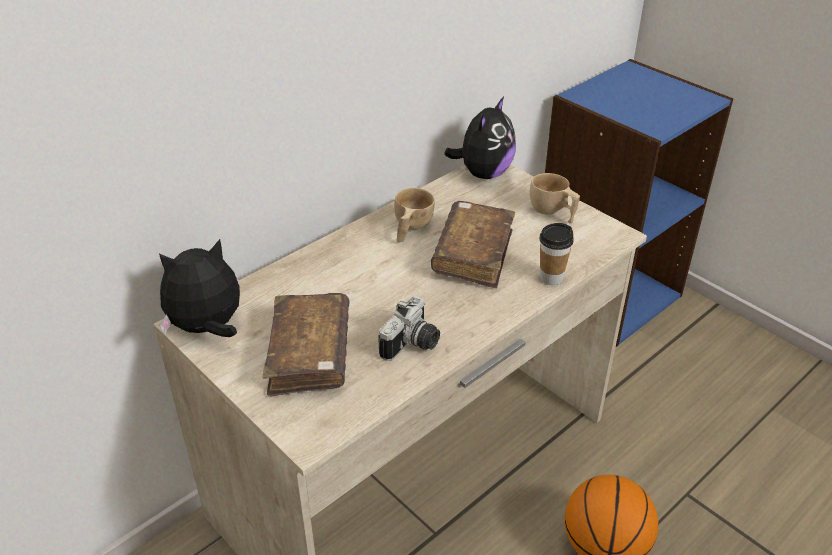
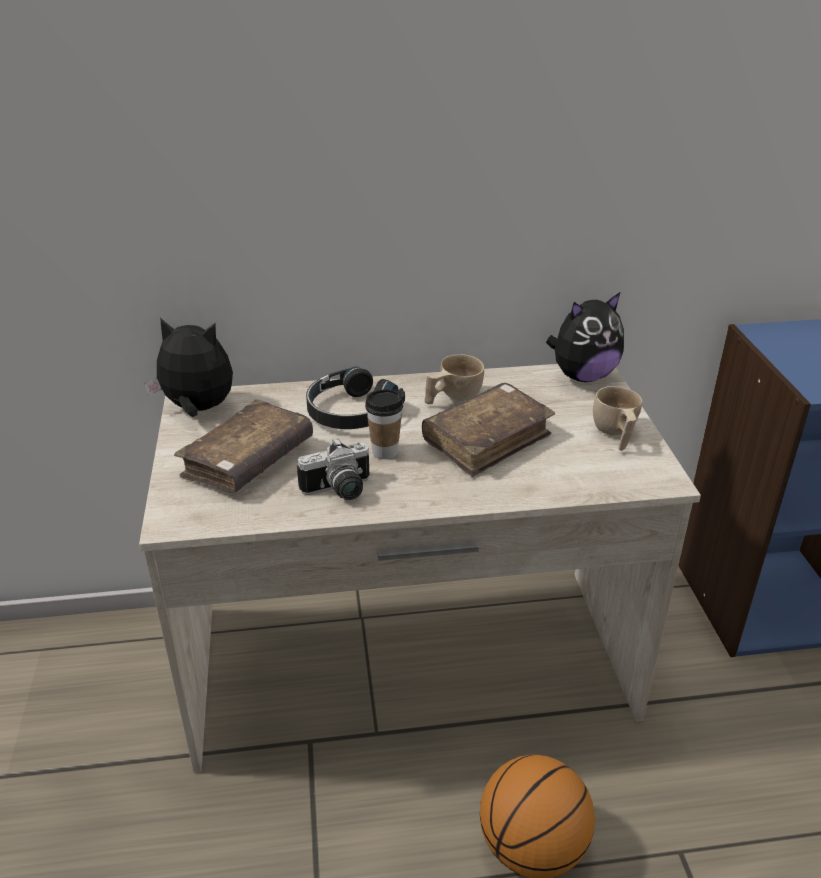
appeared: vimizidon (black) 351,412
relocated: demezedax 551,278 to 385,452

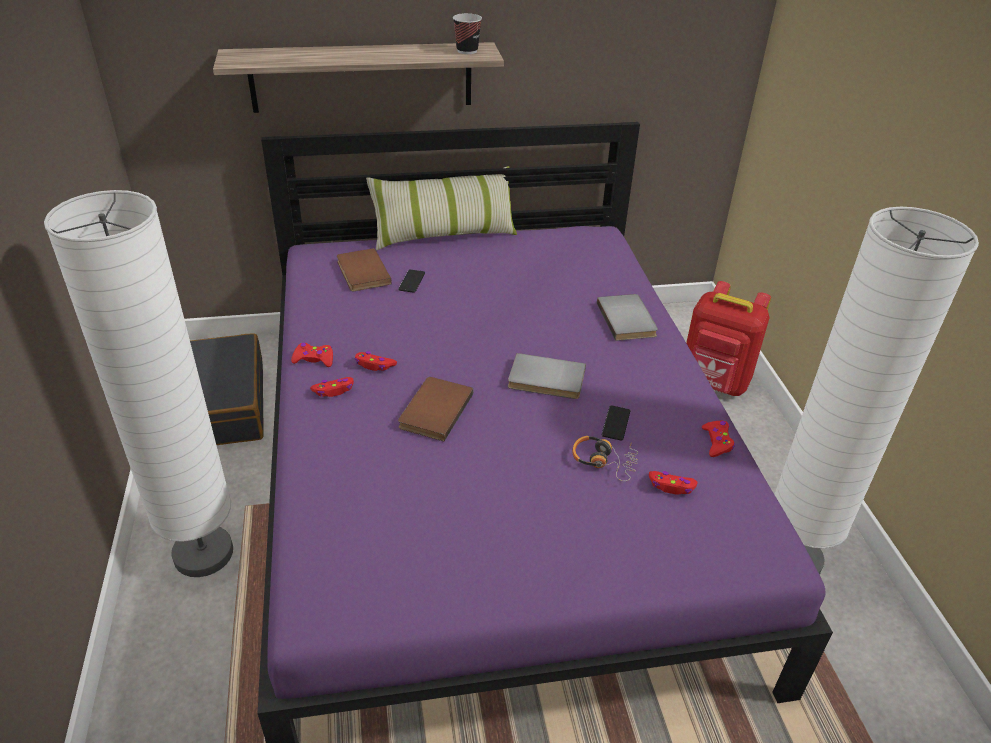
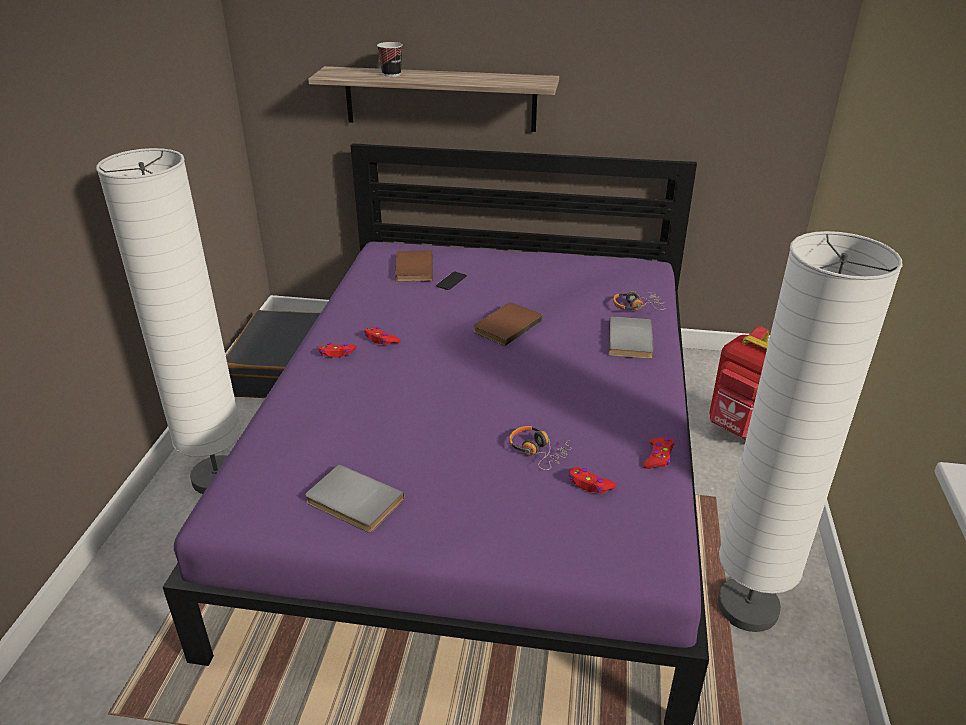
missing: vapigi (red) 314,359; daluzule 444,235; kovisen 616,423
appeared: vimizidon 637,306
relocated: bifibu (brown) 433,410 to 505,325; demezedax 467,51 to 391,74; bifibu (grey) 546,380 to 352,502

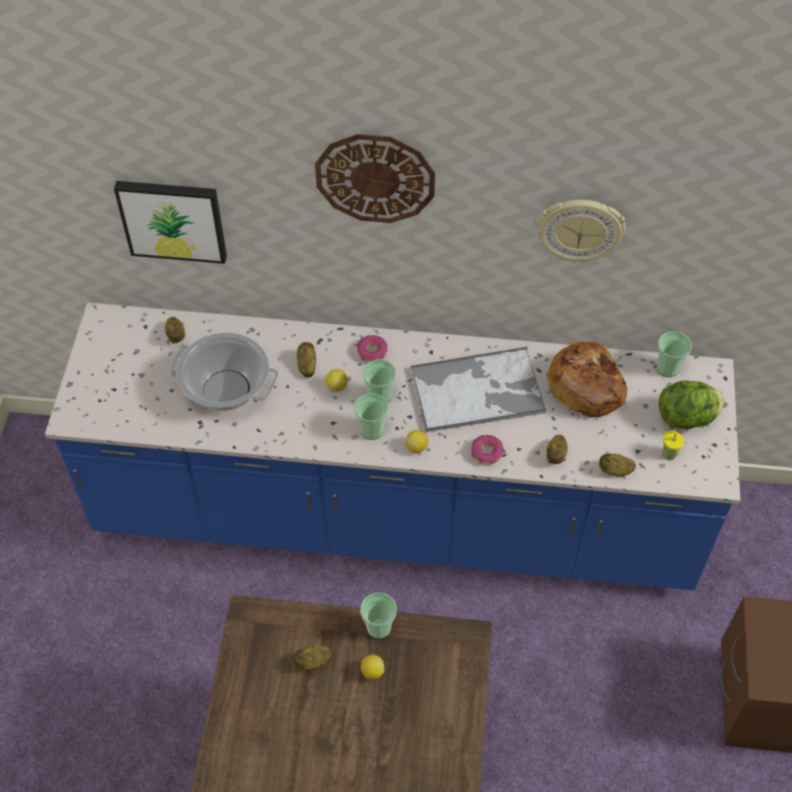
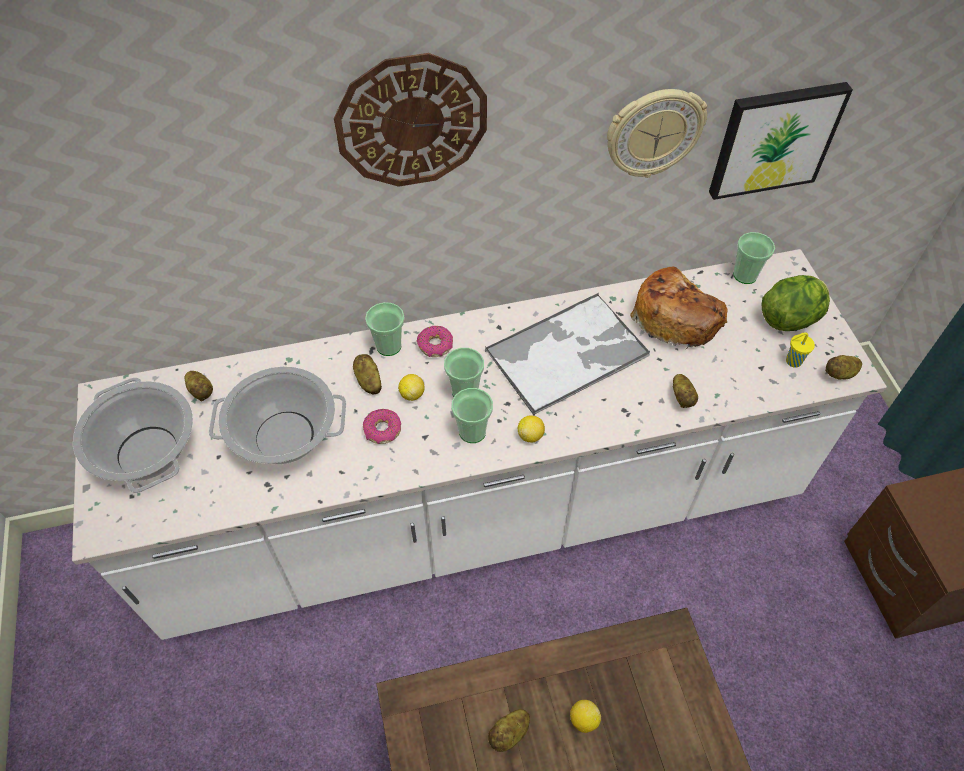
appeared: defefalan 147,452
relocated: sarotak 173,219 to 774,139; demezedax 379,627 to 389,346; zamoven 486,453 to 382,430; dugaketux 615,470 to 840,374
colour: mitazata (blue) 396,516 to mitazata (white) 482,513

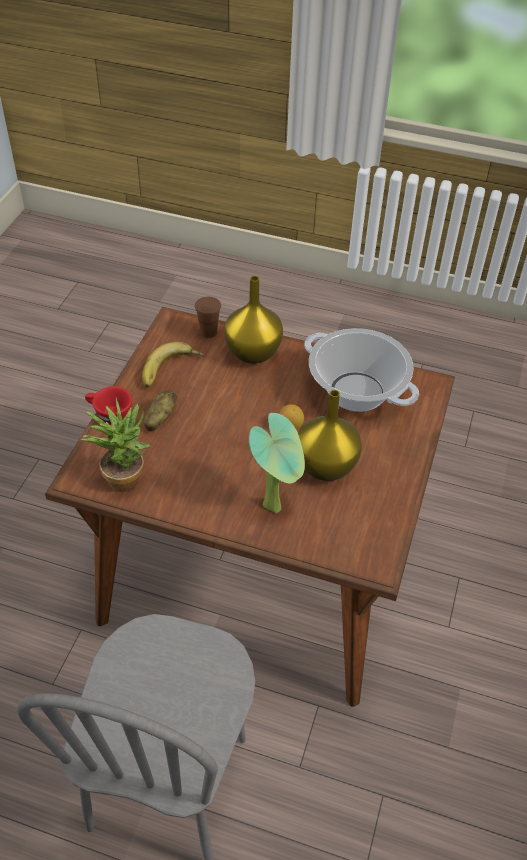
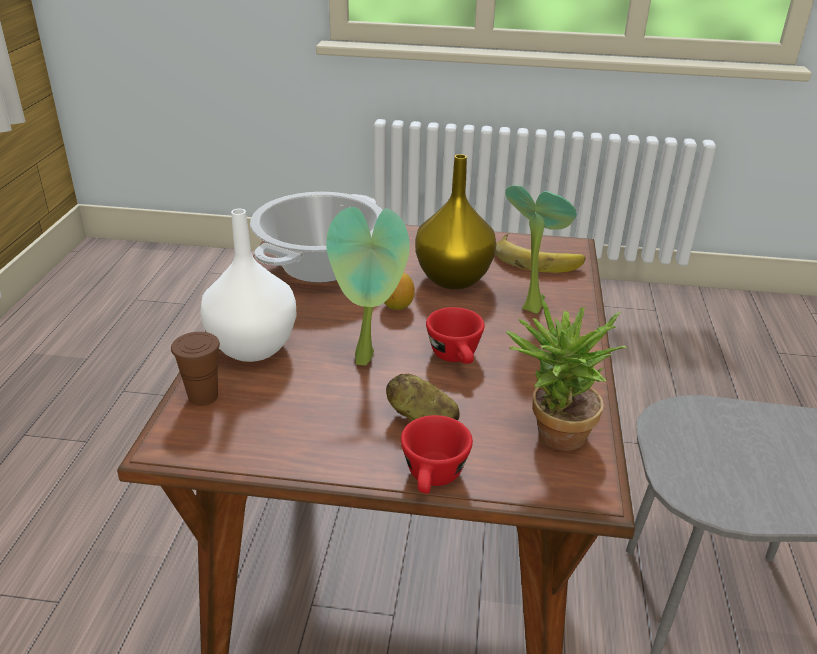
appeared: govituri 368,360; demezedax (red) 457,357
relocated: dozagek 171,370 to 537,258
colour: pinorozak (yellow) 254,353 to pinorozak (white) 252,346

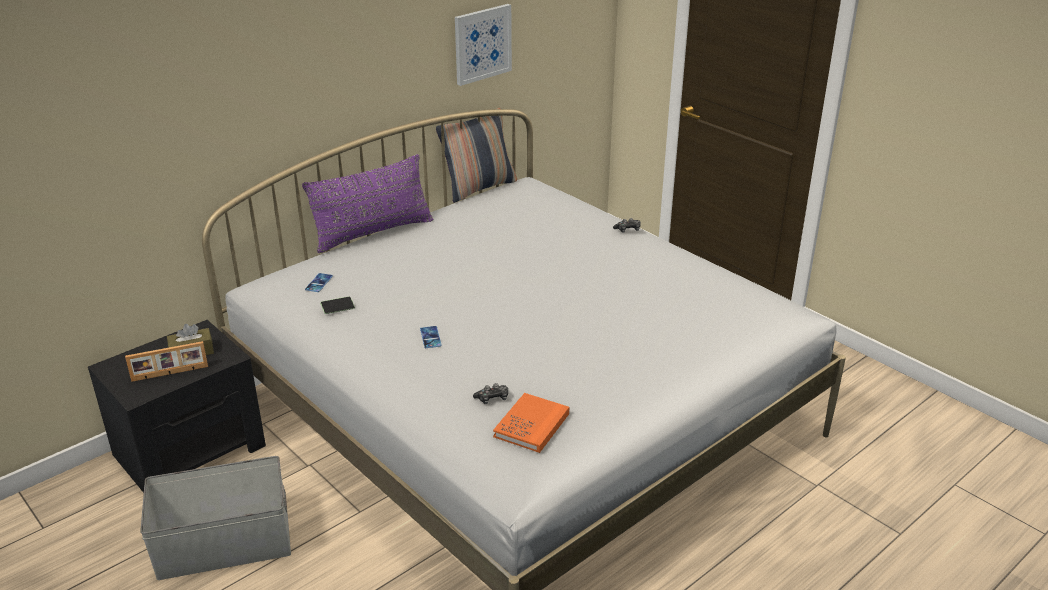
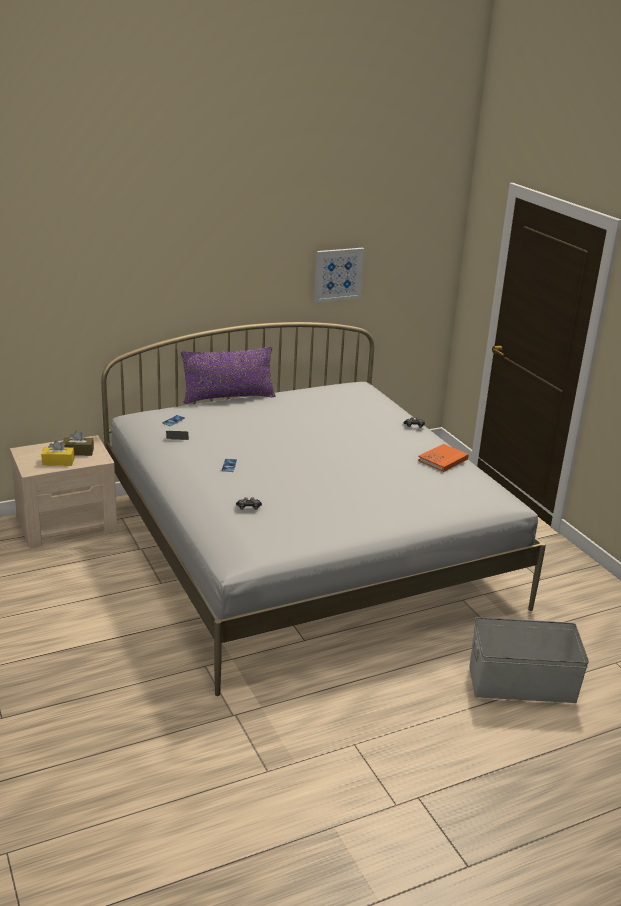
missing: daluzule 479,188
relocated: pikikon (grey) 223,545 to 521,683; bifibu (orange) 531,425 to 443,460
exchanged: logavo 170,374 to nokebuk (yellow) 58,462
colour: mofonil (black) 191,450 to mofonil (beige) 67,524

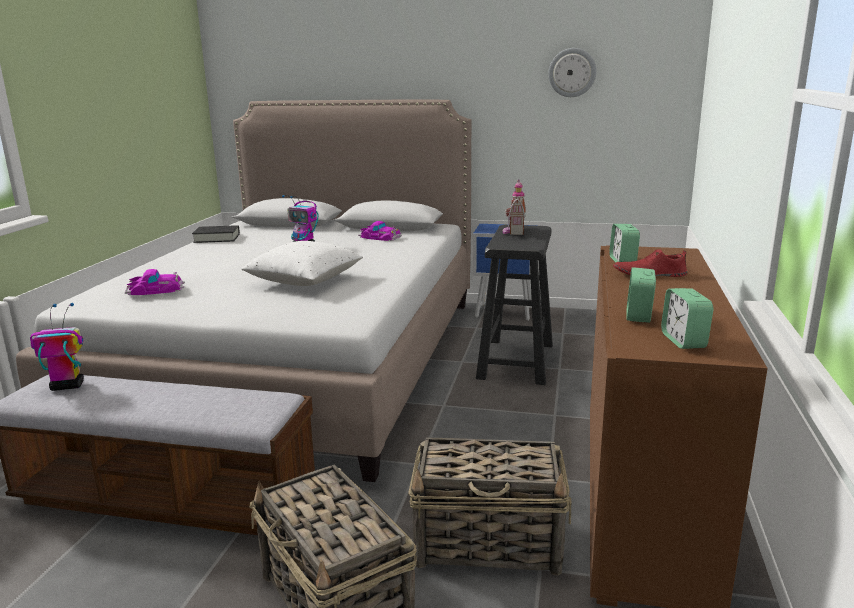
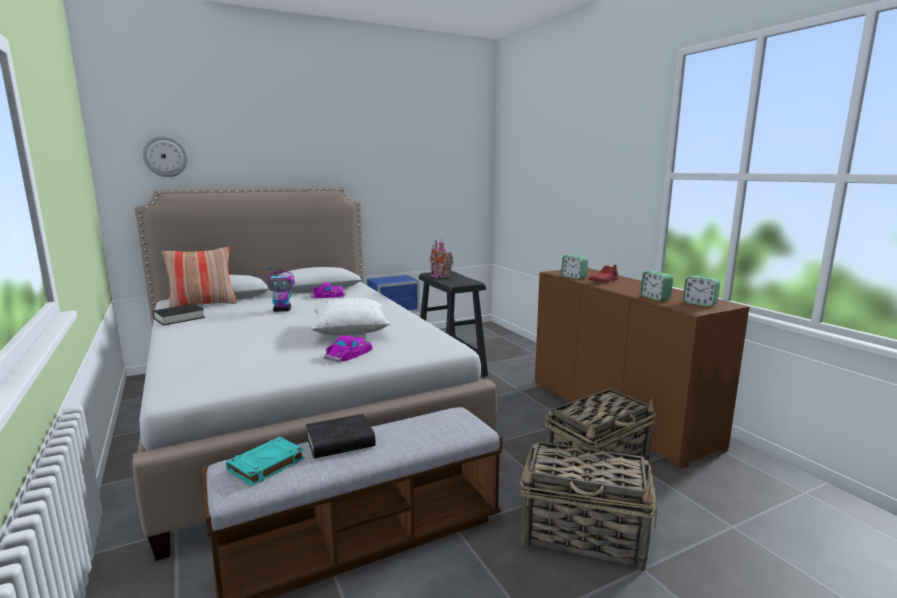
appeared: daluzule 203,305; bifibu (black) 340,442
relocated: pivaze 155,289 to 348,354; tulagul 572,72 to 165,156
exchanged: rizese 66,386 to bifibu (turquoise) 266,465

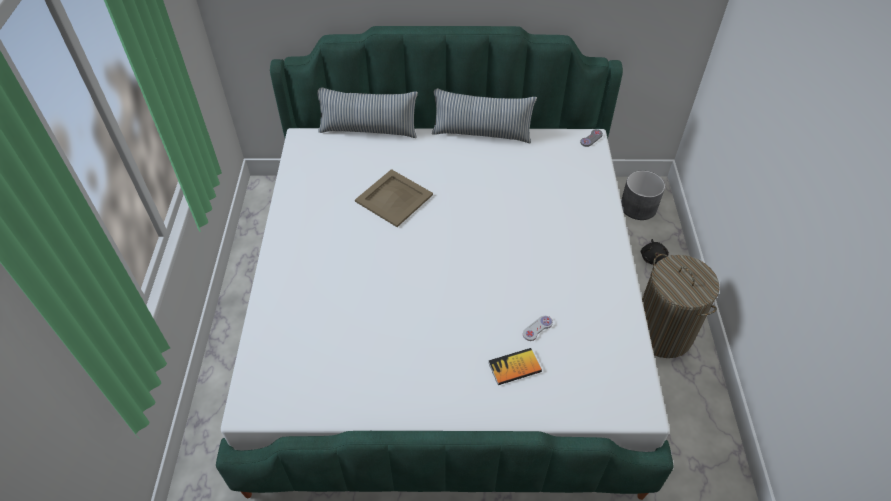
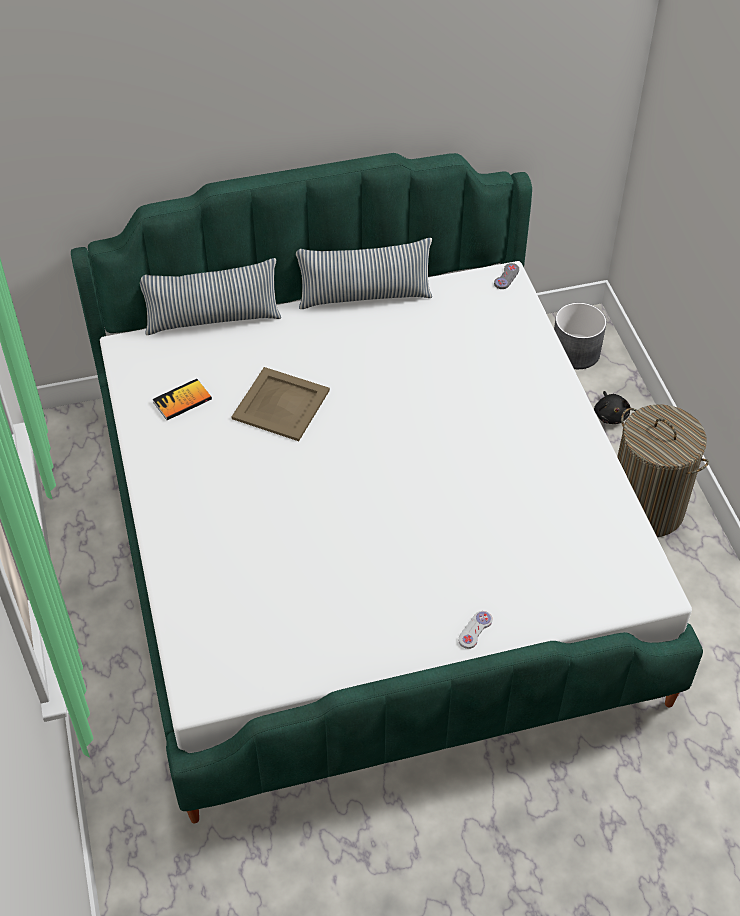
relocated: bifibu 514,367 to 182,401; vapigi (white) 537,328 to 475,630

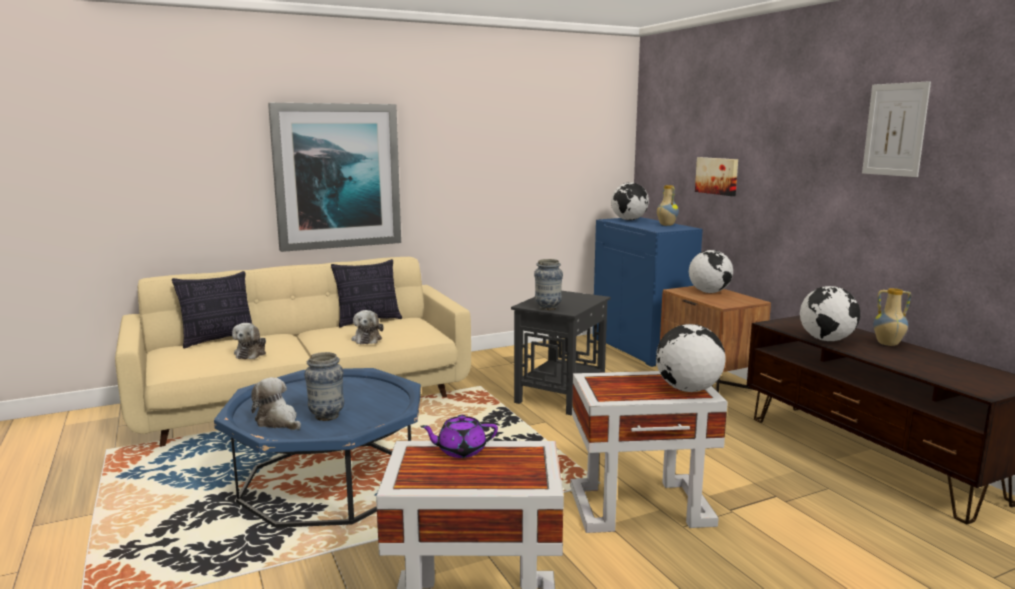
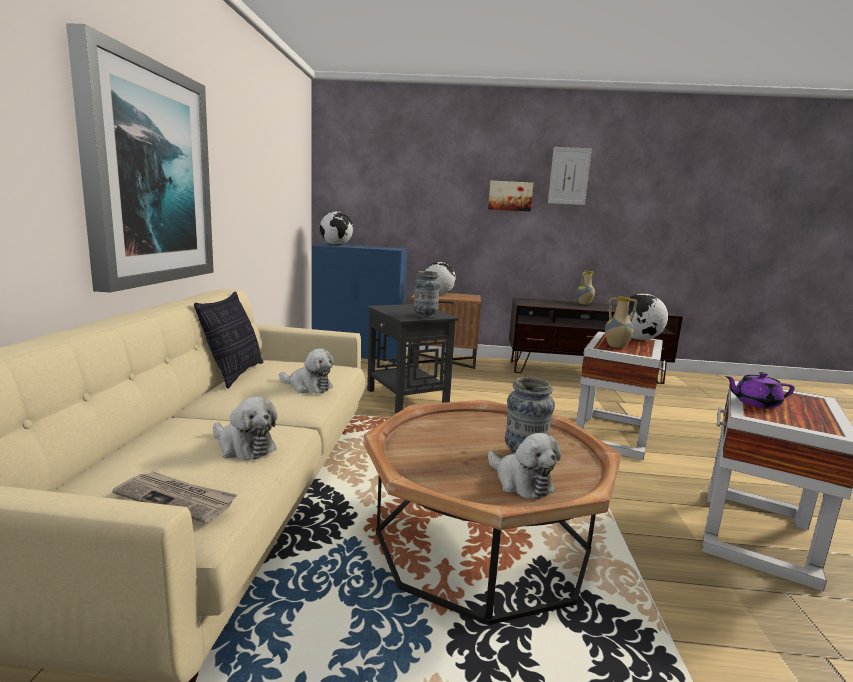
missing: daluzule 219,339; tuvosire 826,340
appeared: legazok 177,498
relocated: pinorozak 666,225 to 616,347; sarotak 717,176 to 510,196
colour: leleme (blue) 329,482 to leleme (brown) 482,543
spun: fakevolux 278,421 = 521,482 105 degrees counterclockwise; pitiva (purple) 460,450 = 755,403 75 degrees clockwise

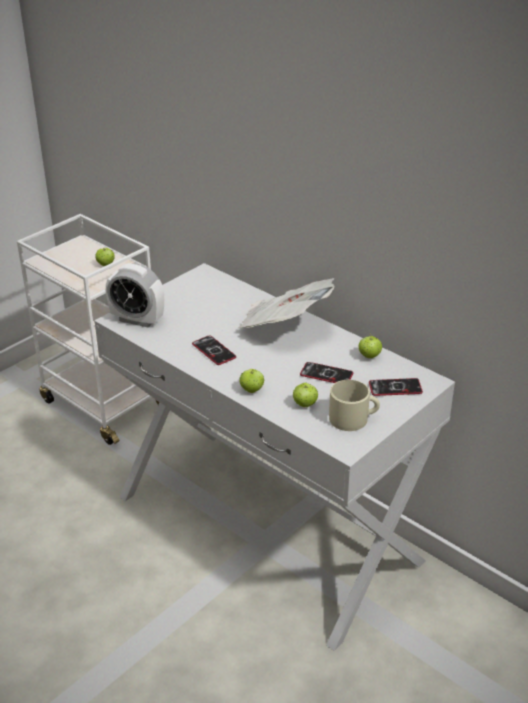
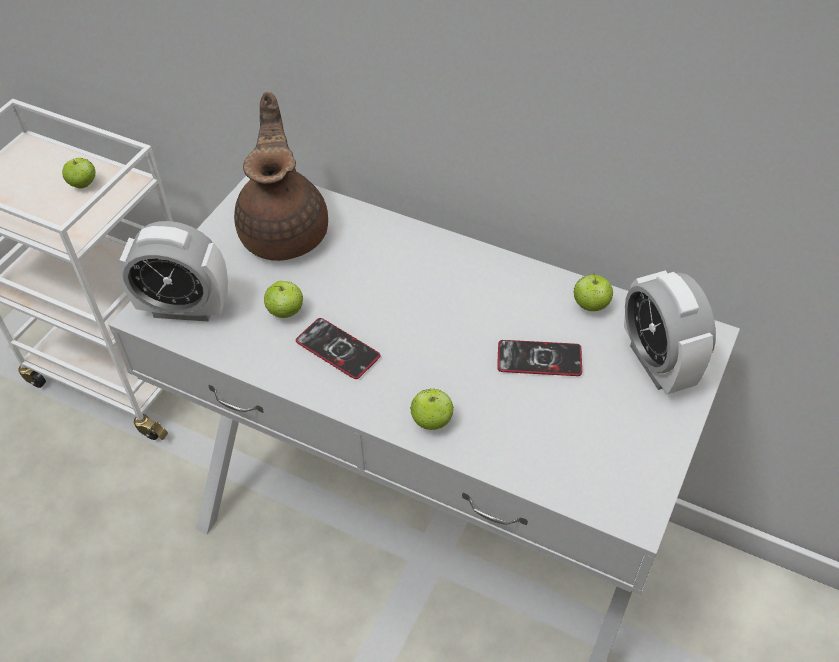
missing: legazok 284,325; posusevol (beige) 353,418
appeared: pitiva (brown) 286,231
relocated: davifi 305,405 to 286,312
exchanged: kovisen 395,388 to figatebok 657,363

